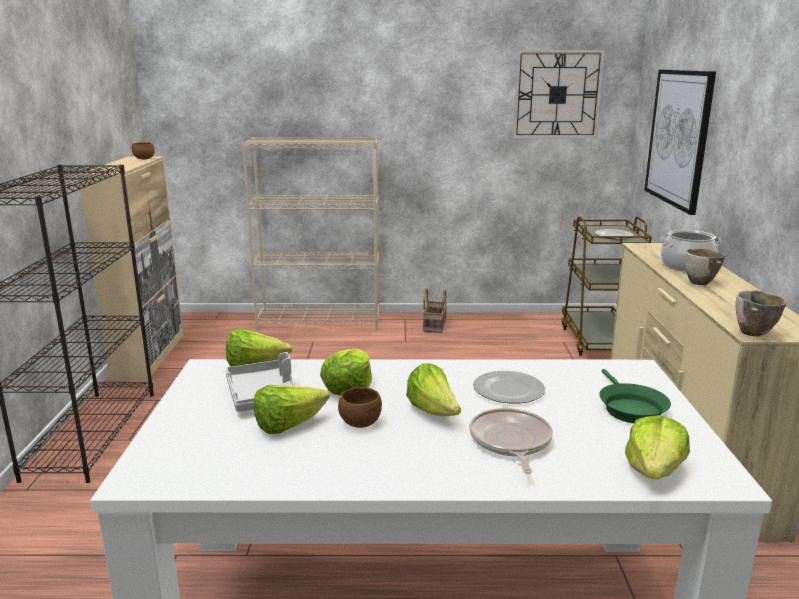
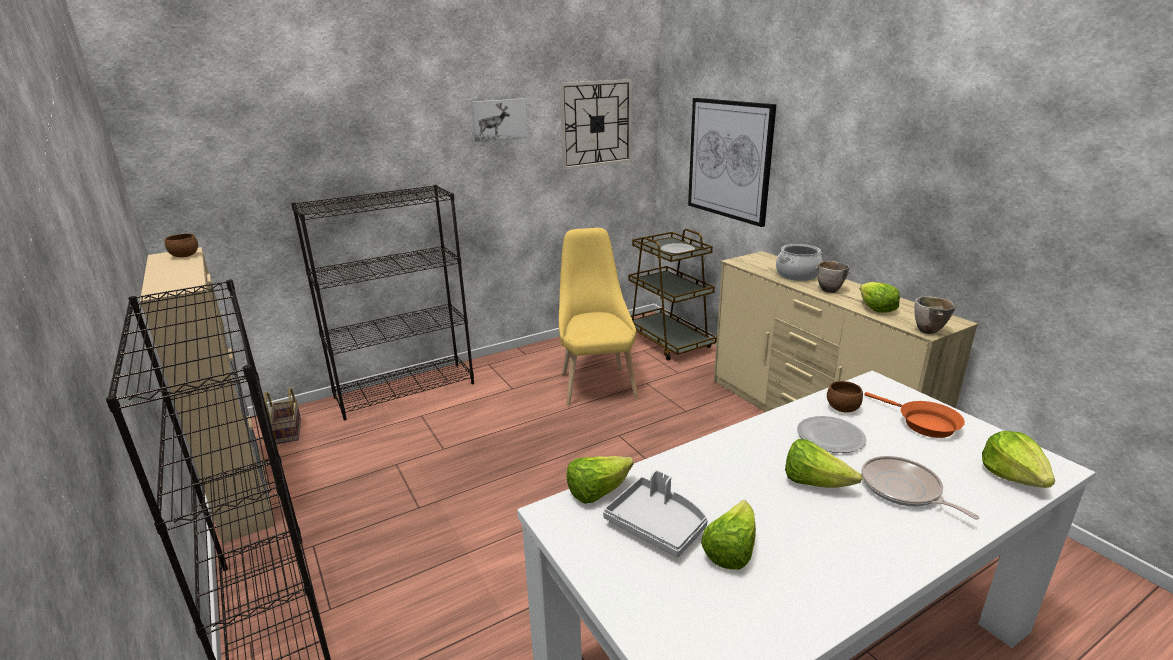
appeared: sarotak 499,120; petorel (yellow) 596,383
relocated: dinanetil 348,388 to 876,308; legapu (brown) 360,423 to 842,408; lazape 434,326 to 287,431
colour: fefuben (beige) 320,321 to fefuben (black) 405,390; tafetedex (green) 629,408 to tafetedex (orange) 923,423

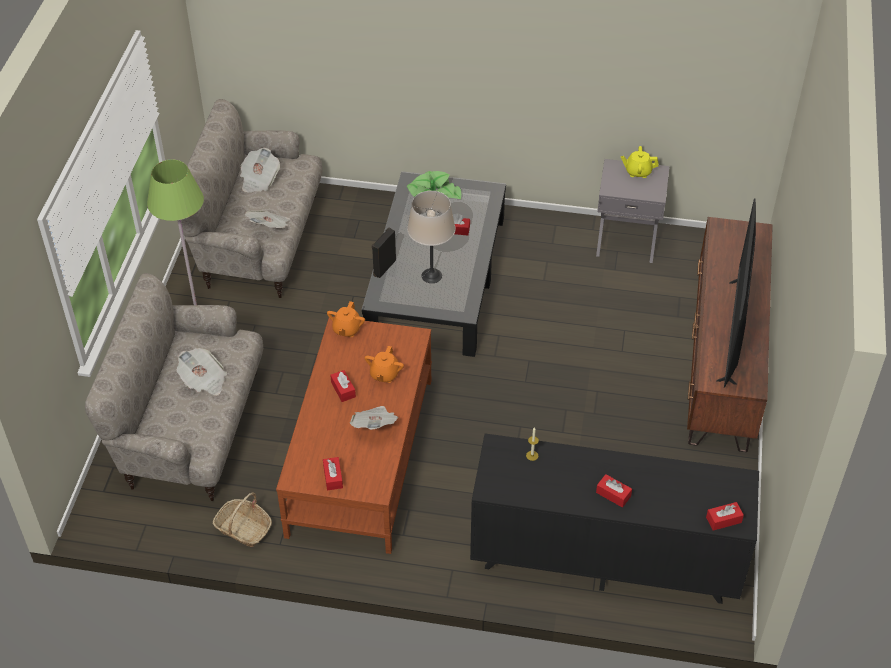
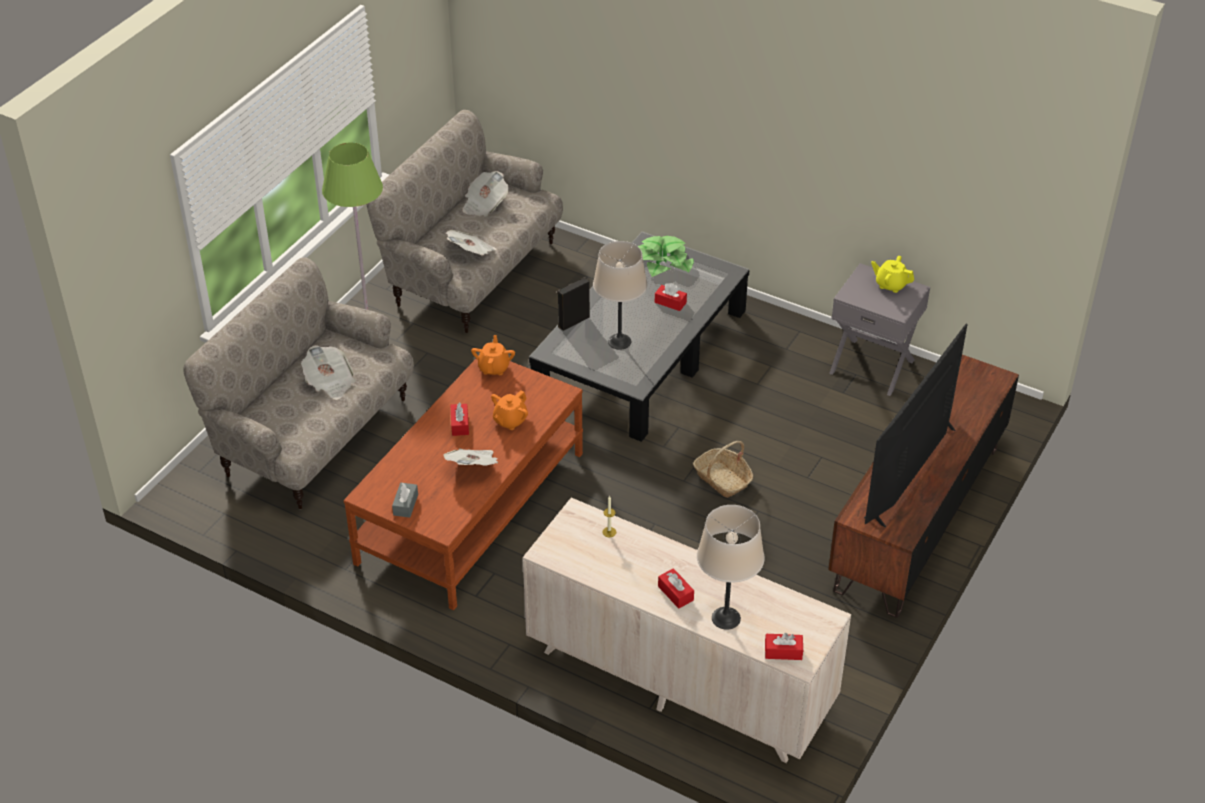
appeared: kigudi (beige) 726,618
relocated: lazape 243,528 to 722,479
colour: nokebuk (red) 333,477 to nokebuk (grey) 405,505; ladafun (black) 604,557 to ladafun (beige) 679,679
spun: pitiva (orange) 346,329 = 494,367 150 degrees clockwise

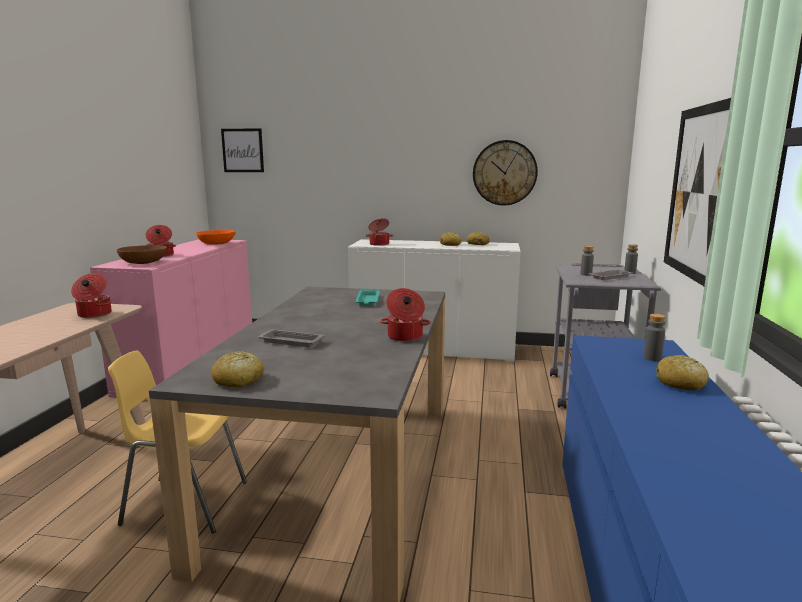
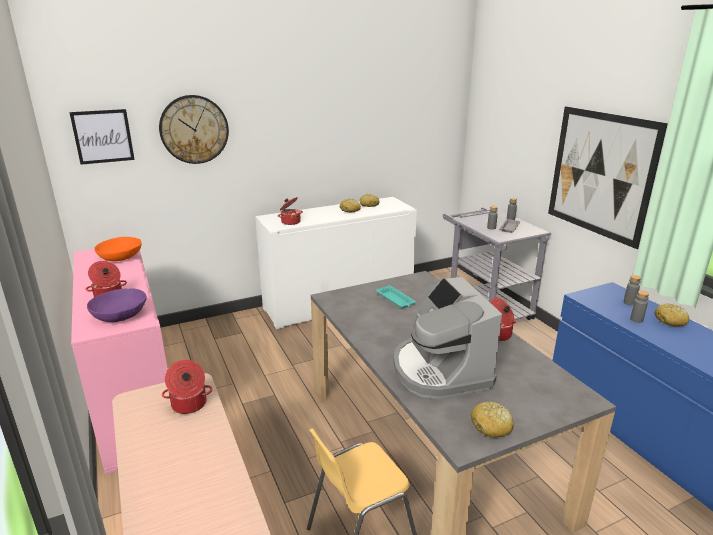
appeared: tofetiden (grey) 636,320
relocated: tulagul 504,173 to 194,129
exchanged: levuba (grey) 290,341 to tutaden 440,370
colour: legapu (brown) 144,262 to legapu (purple) 120,315

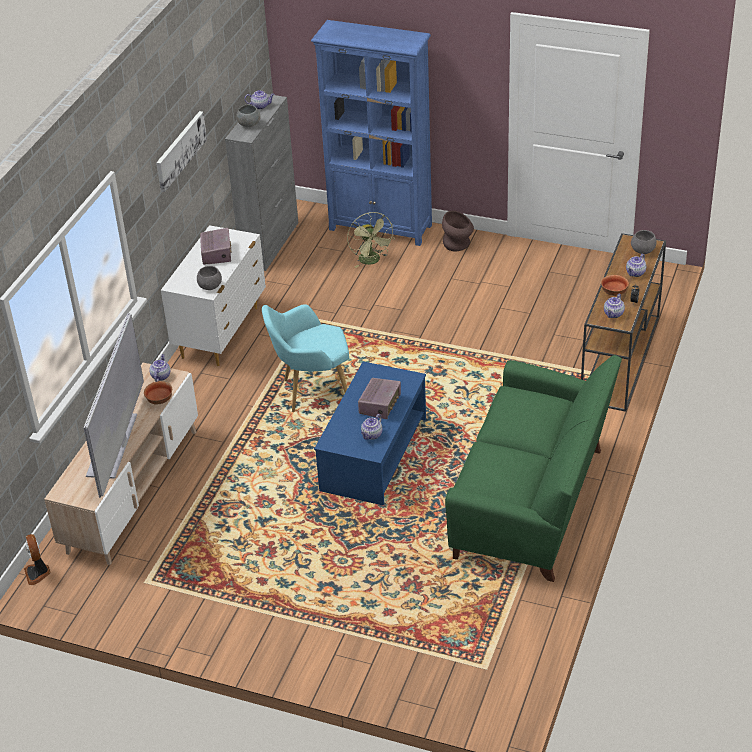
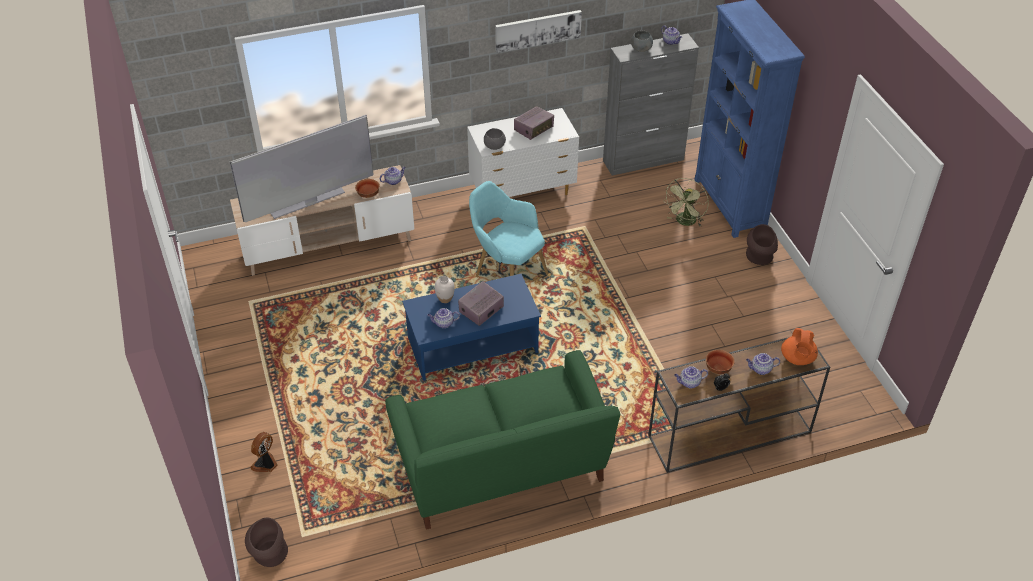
appeared: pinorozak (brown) 269,556; pinorozak (white) 445,299
relocated: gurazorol 38,573 to 266,464
exchanged: legapu (grey) 642,251 to pitiva (orange) 797,359
spun: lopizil 380,405 = 481,310 150 degrees clockwise

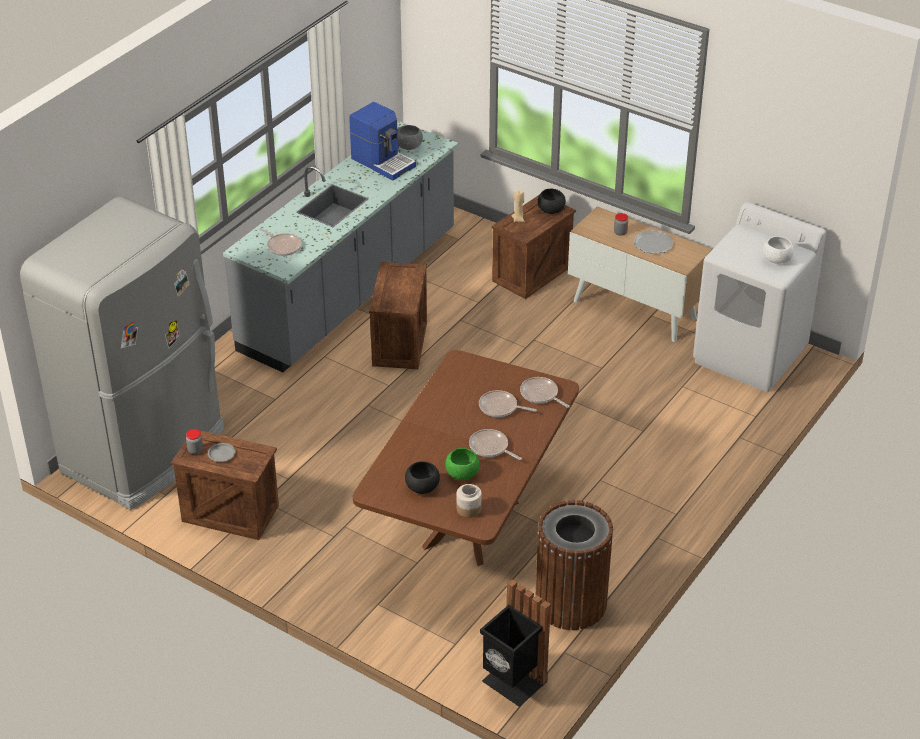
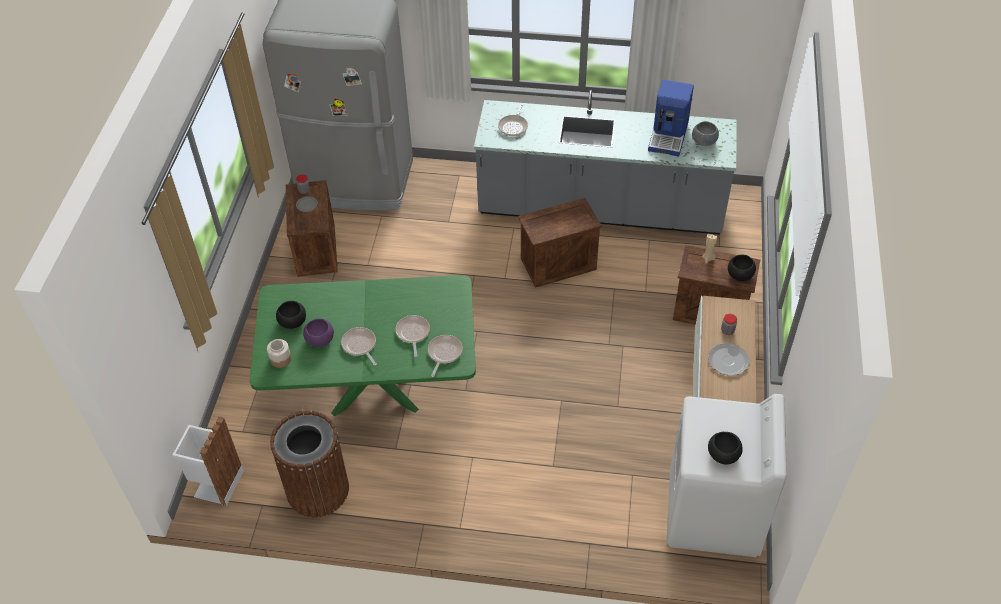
colour: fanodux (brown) 470,524 to fanodux (green) 374,390; legapu (green) 462,474 to legapu (purple) 320,340; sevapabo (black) 512,683 to sevapabo (white) 216,483; legapu (white) 777,259 to legapu (black) 723,455
spun: tafetedex 490,447 = 360,345 45 degrees counterclockwise

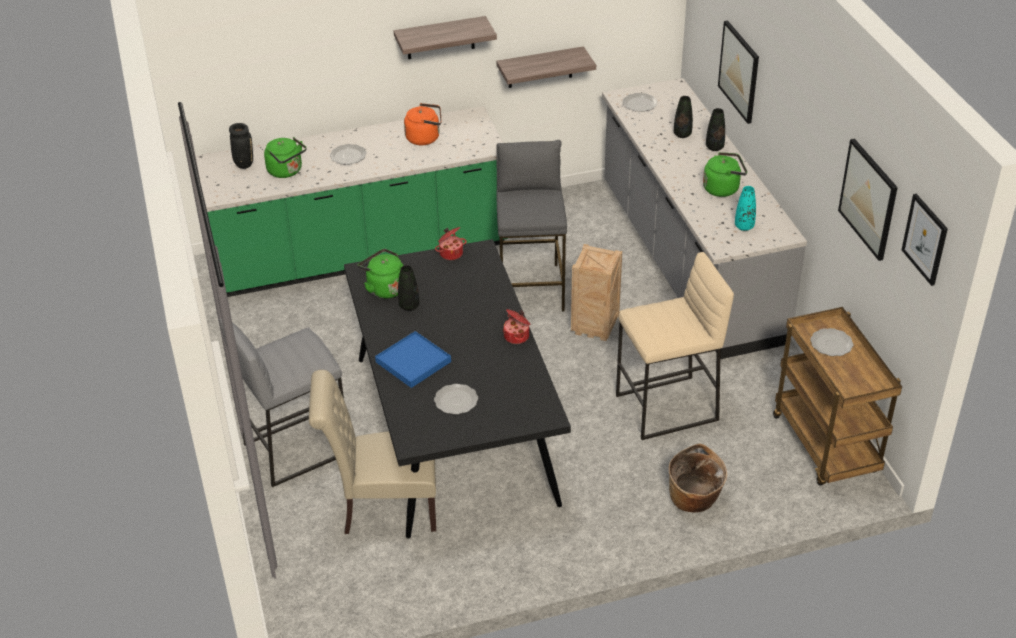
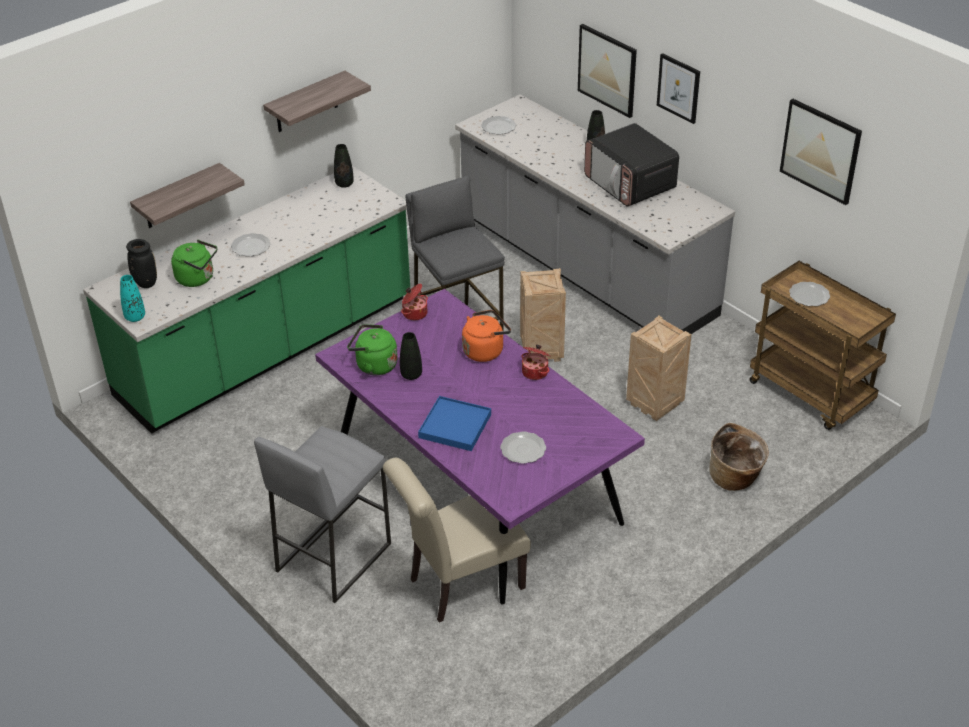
relocated: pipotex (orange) 425,138 to 485,350; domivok 540,67 to 178,197; pinorozak (black) 682,134 to 344,184; pinorozak (turquoise) 744,226 to 135,317; sarotak 925,239 to 678,88
exchanged: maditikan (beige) 667,408 to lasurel 656,405; pipotex (green) 723,188 to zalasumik 630,184
colour: fanodux (black) 453,428 to fanodux (purple) 474,486

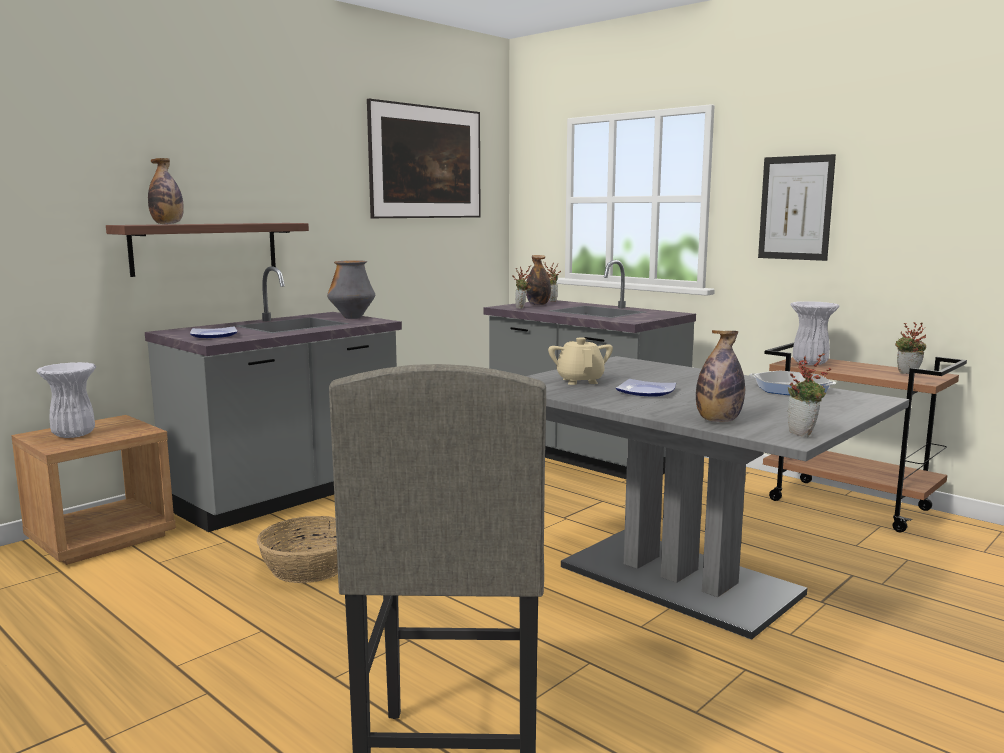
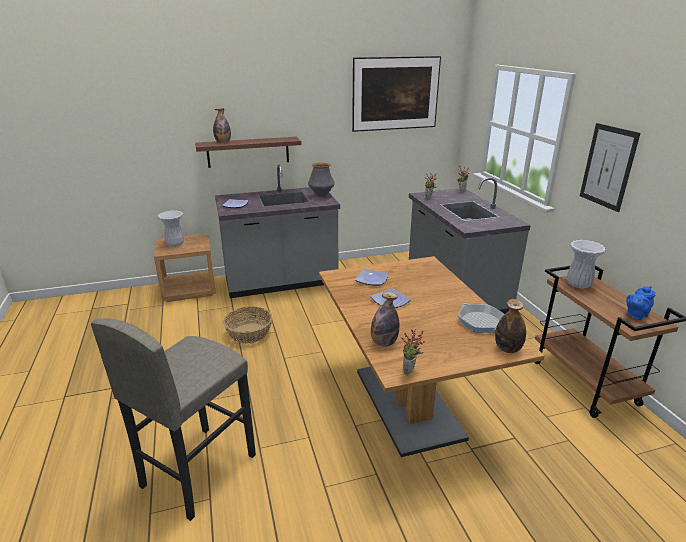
relocated: tofetiden 538,304 to 507,349
exchanged: pitiva (beige) 580,381 to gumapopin 372,280; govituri 908,373 to pitiva (blue) 635,315
colour: fanodux (grey) 679,580 to fanodux (brown) 407,403

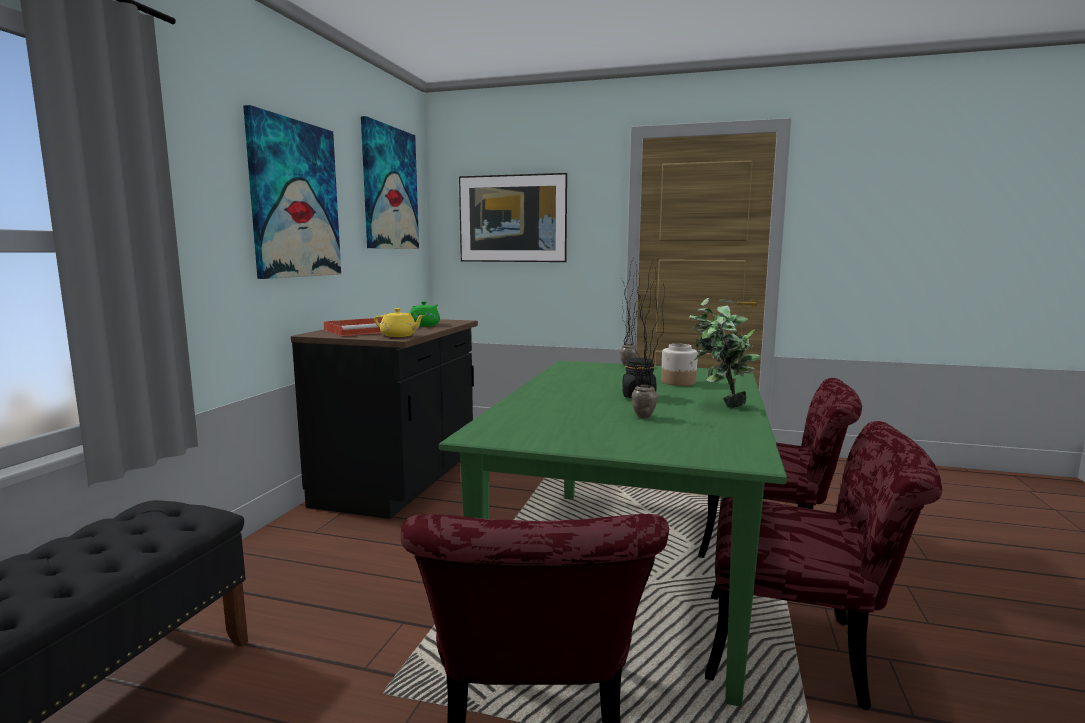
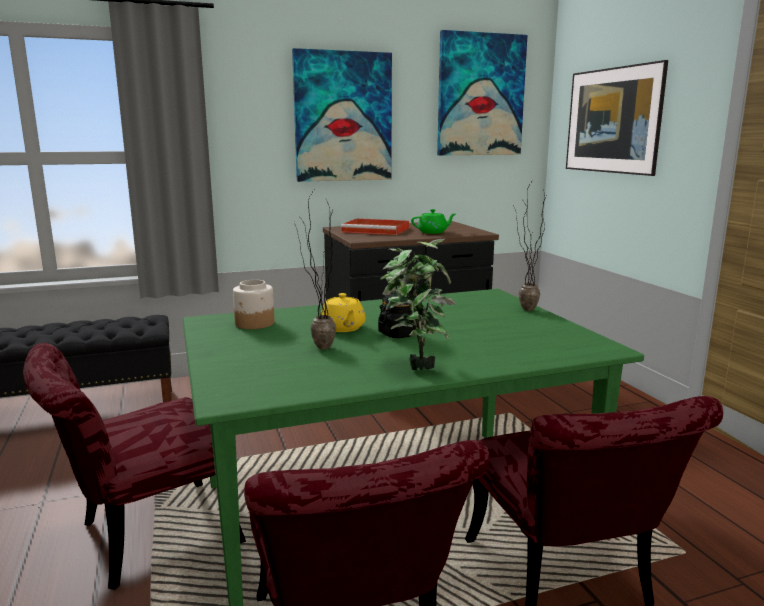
relocated: pitiva (yellow) 399,336 to 343,328; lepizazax 678,382 to 254,323

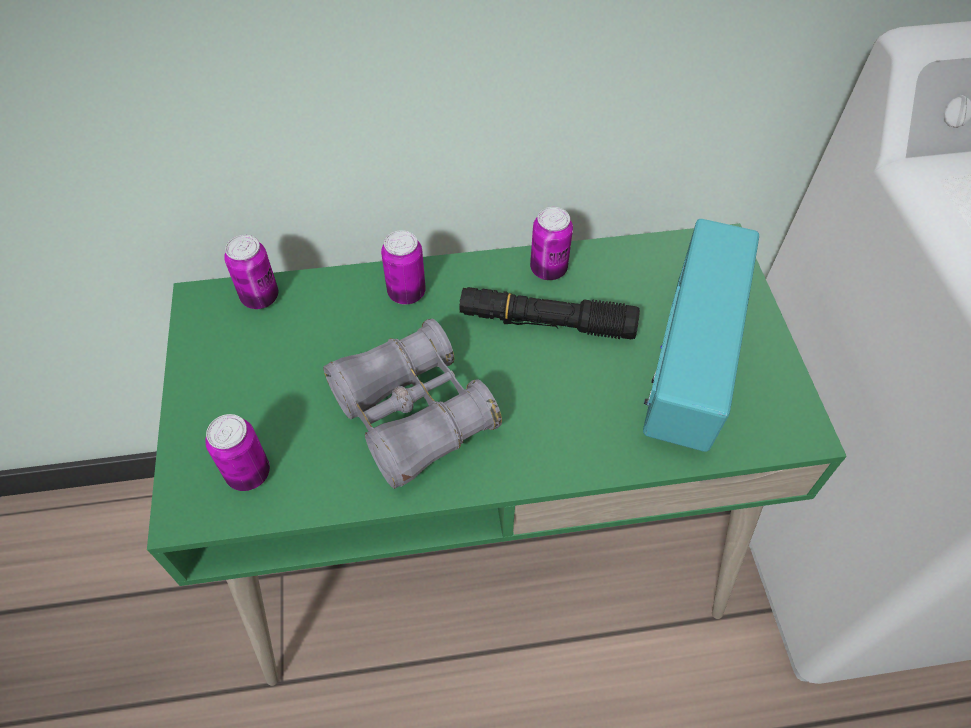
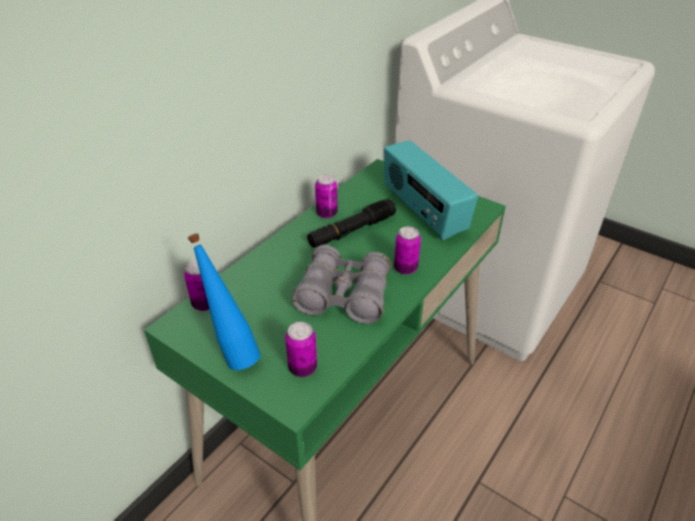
appeared: tofetiden (blue) 233,353
relocated: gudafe 406,293 to 405,268

